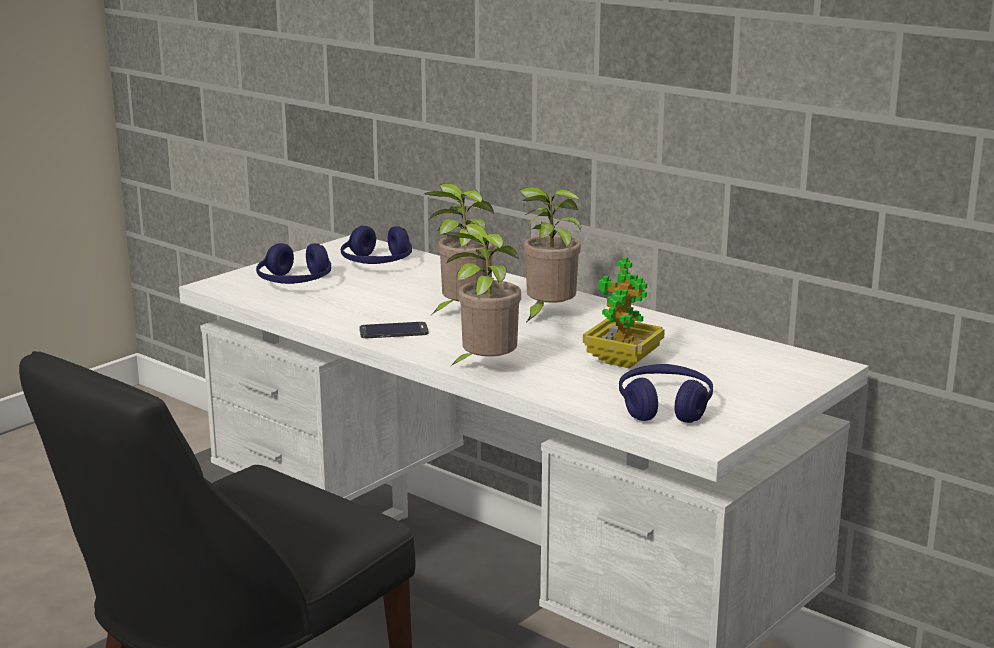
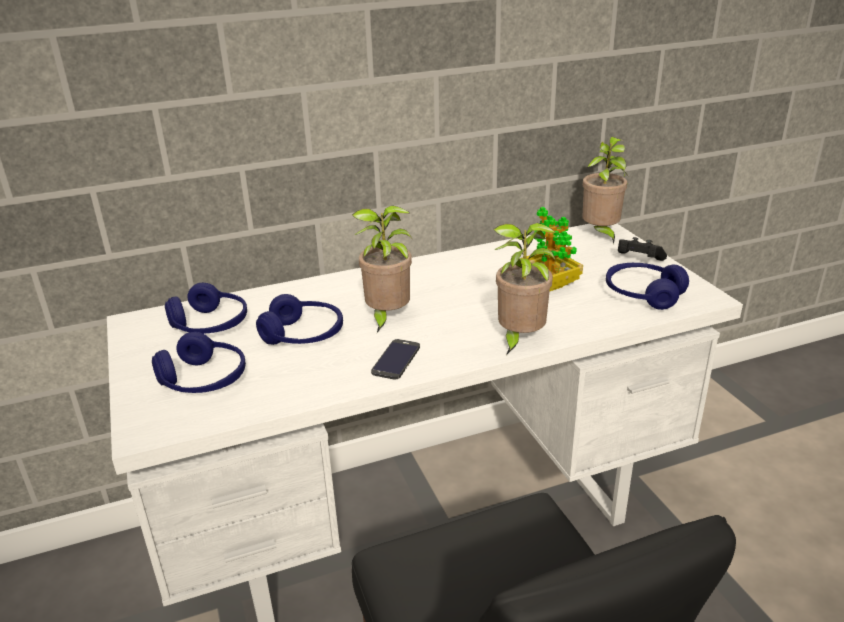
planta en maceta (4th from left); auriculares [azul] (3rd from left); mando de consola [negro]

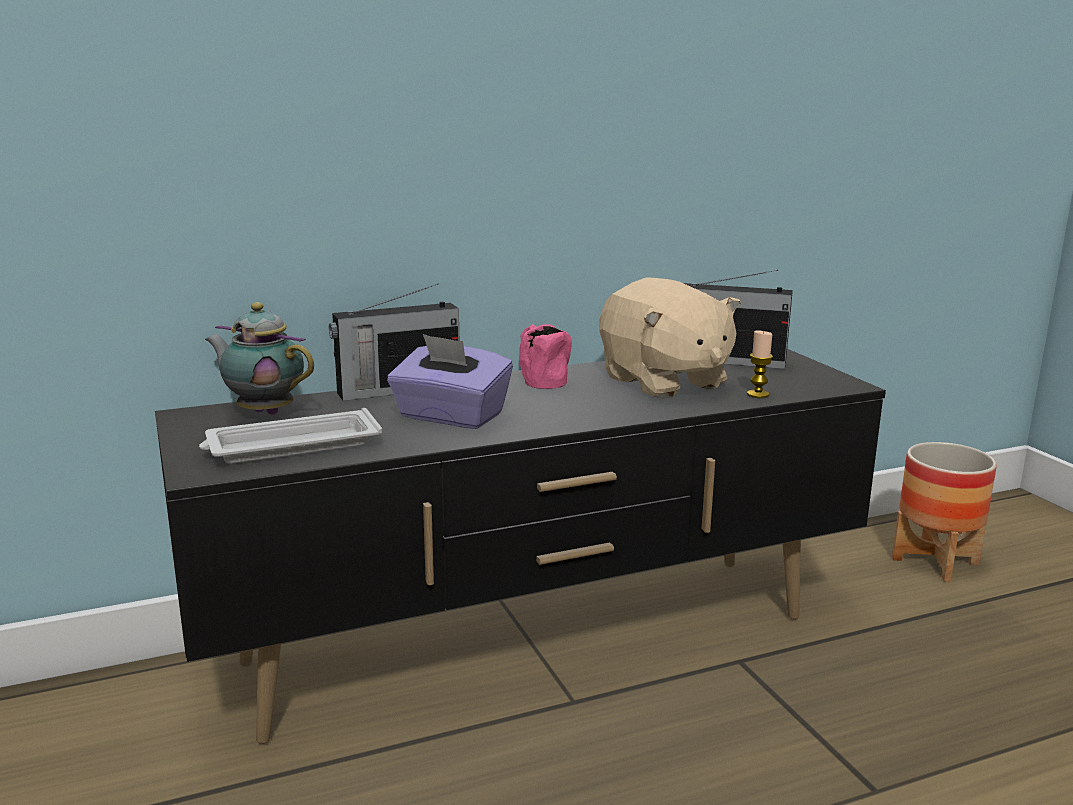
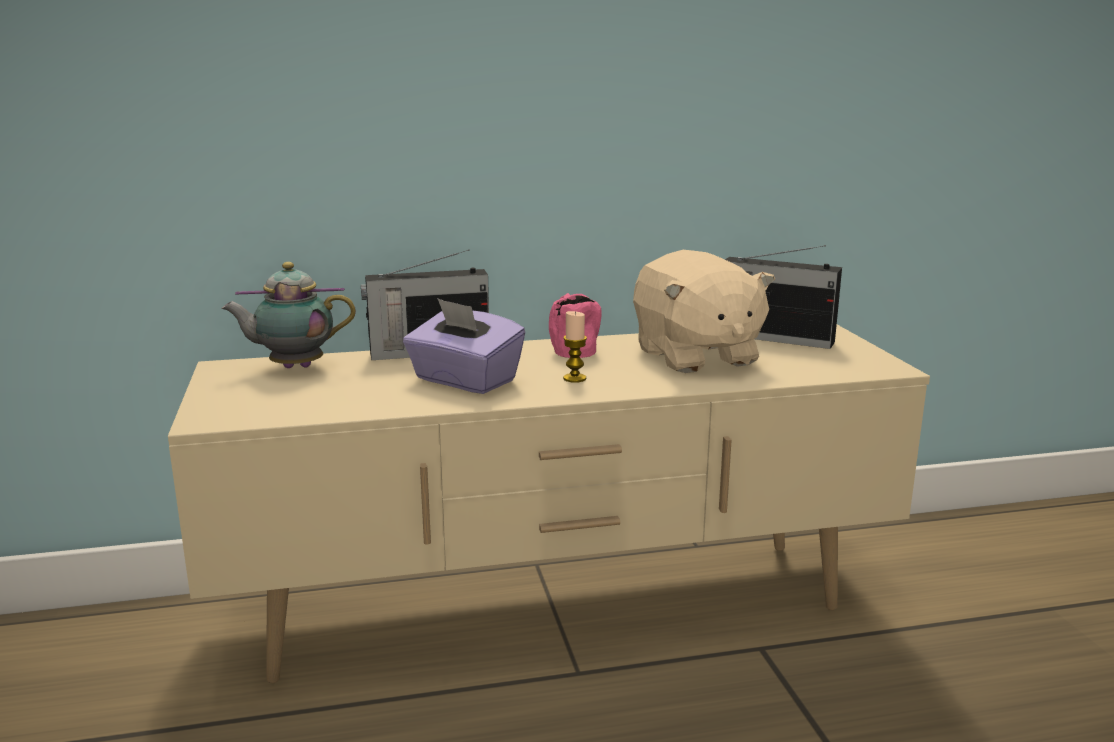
mueble de televisión [beis]; bandeja [blanco]; tetera; vela; maceta

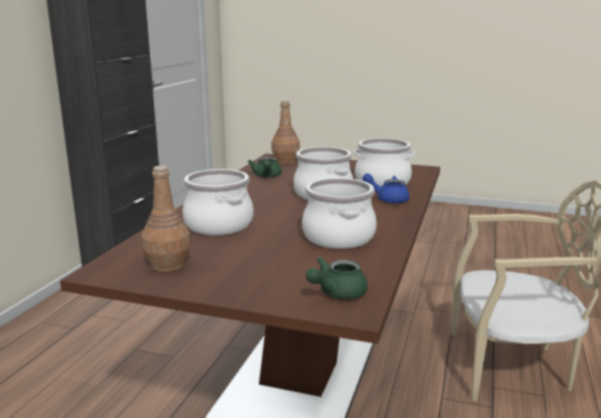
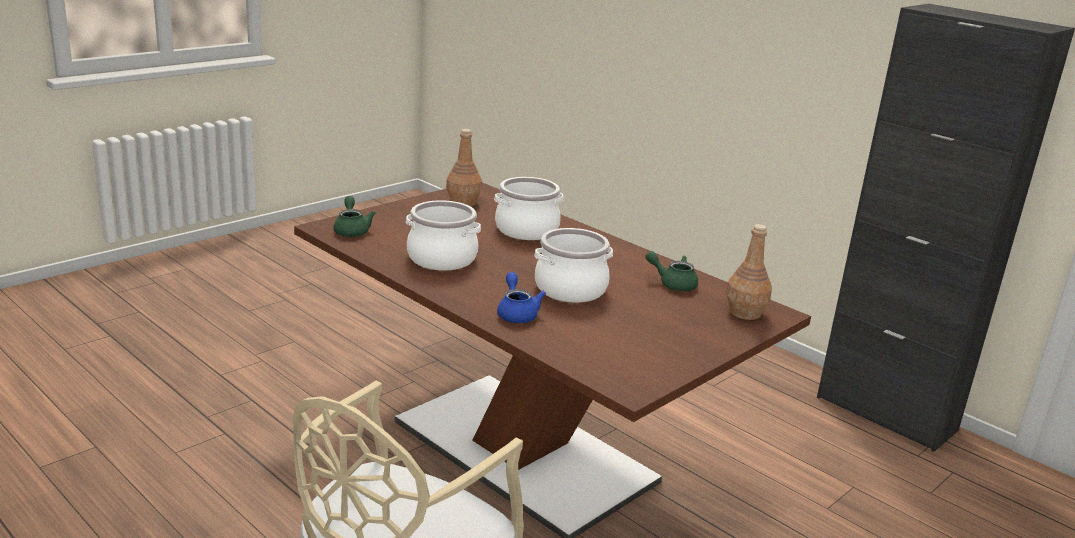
olla (4th from left in the first image); tetera [azul]

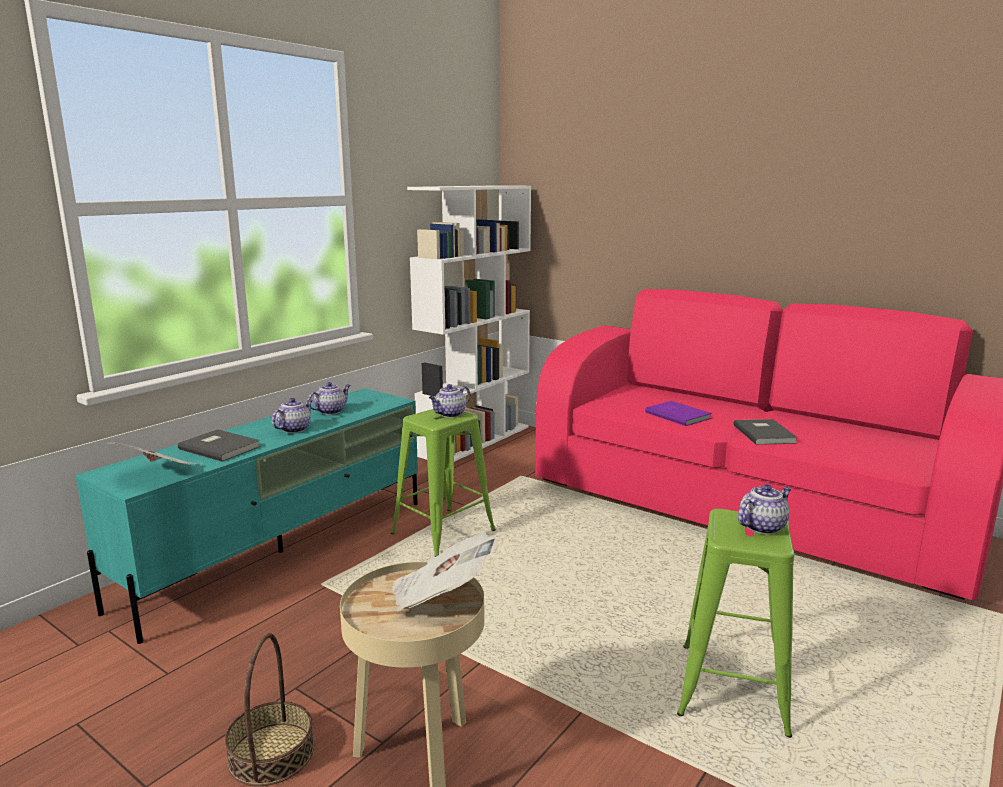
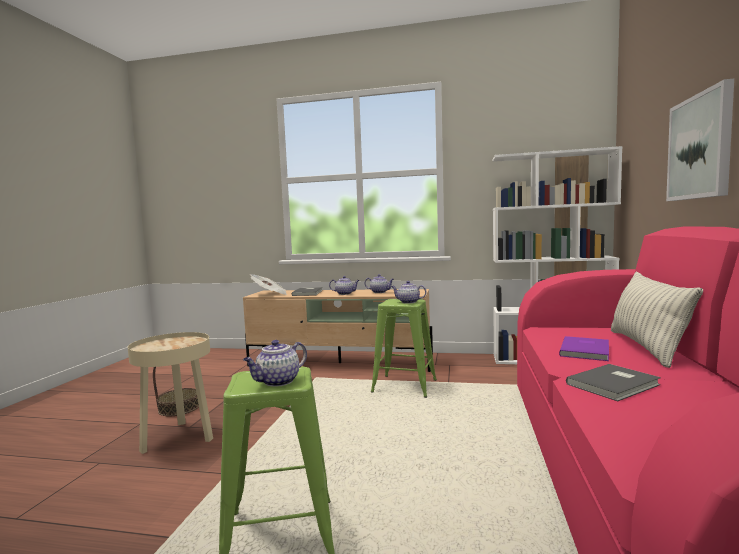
mueble de televisión [beis]; periódico (2nd from left in the first image); tetera (1st from left); cojín; cuadro

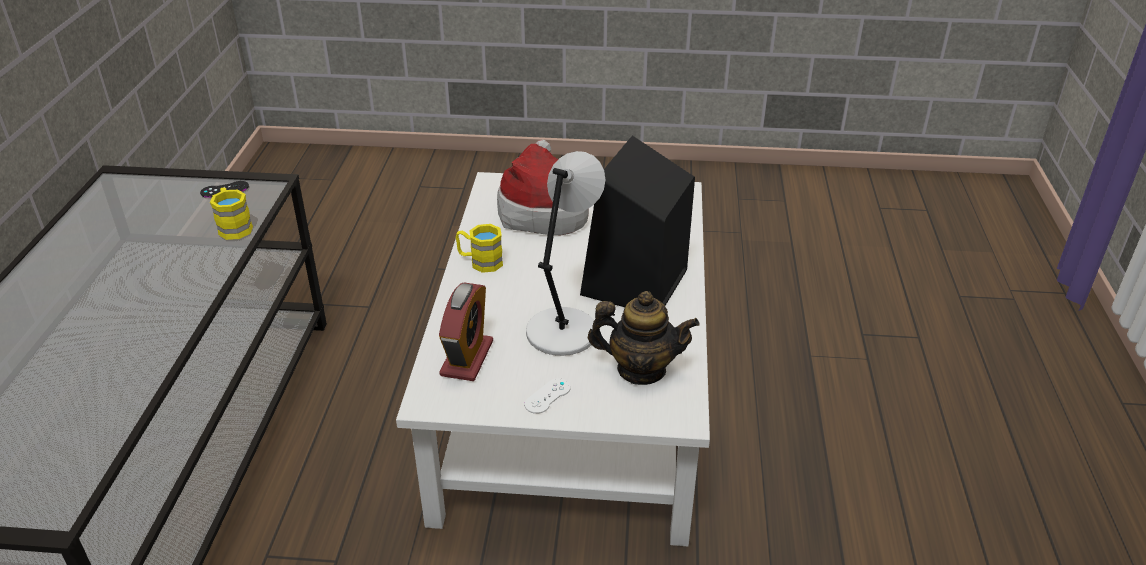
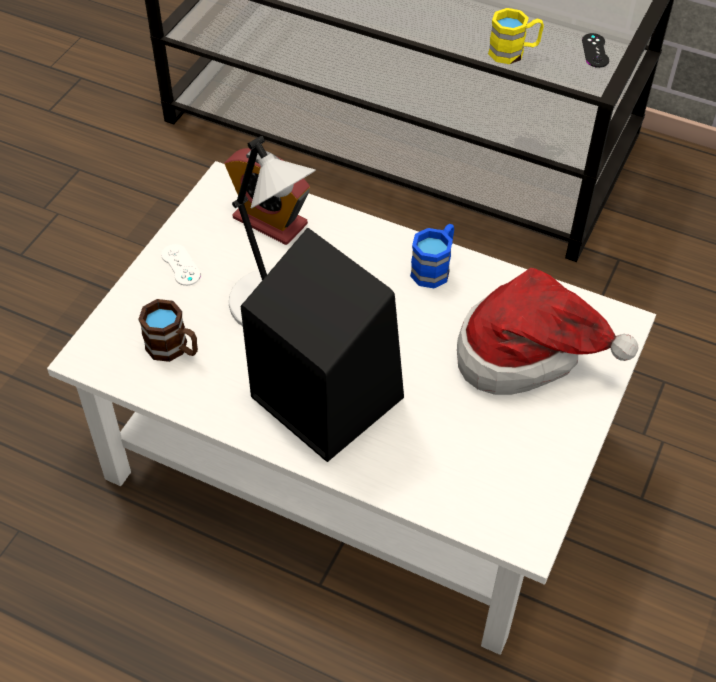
taza grande [azul]; taza grande [marrón]

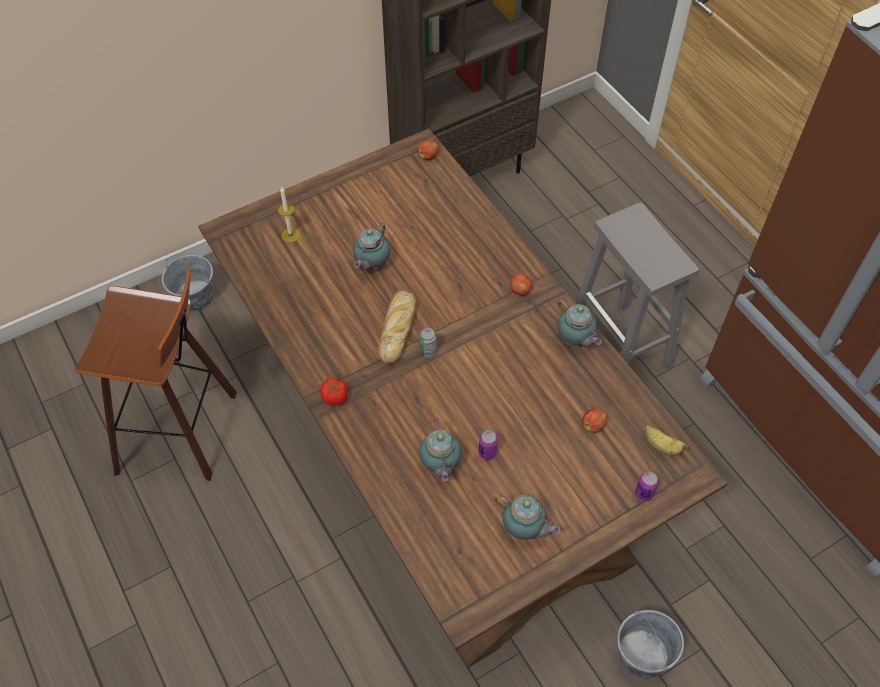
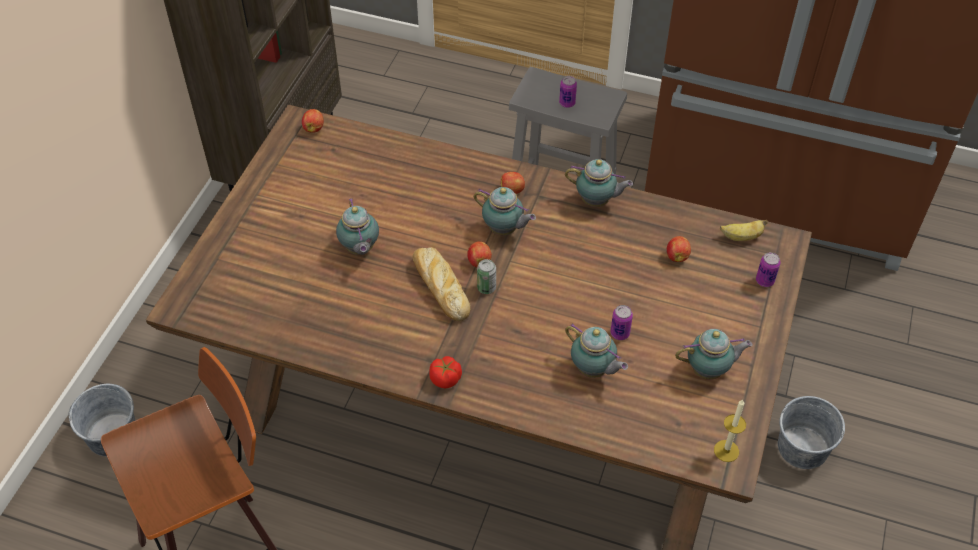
vela; manzana (2nd from left); tetera (2nd from left); lata (2nd from left)

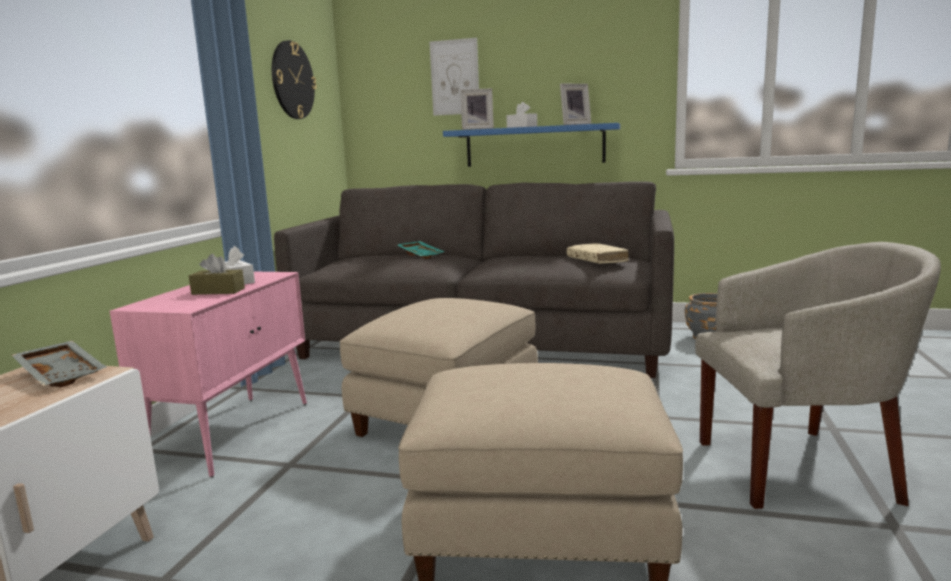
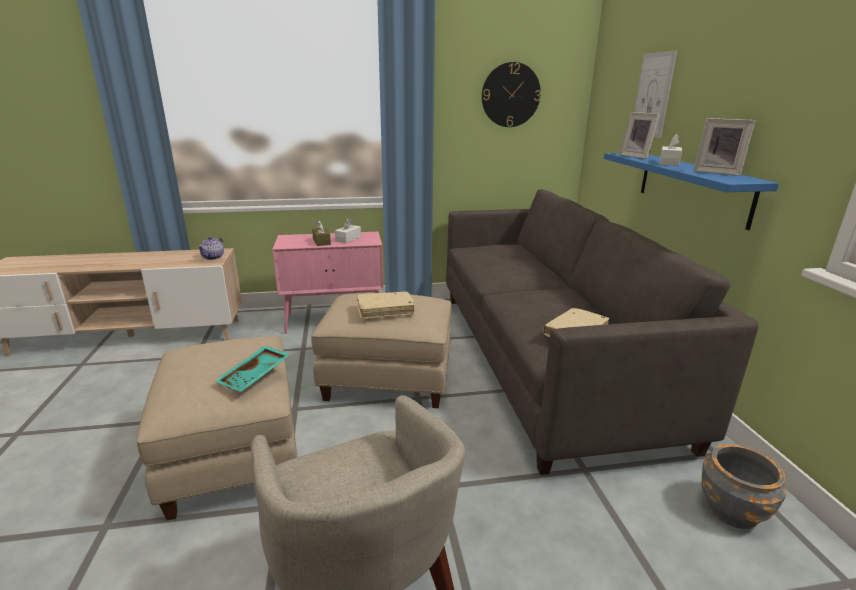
tetera; bandeja [turquesa]; libro [beis] (1st from left)

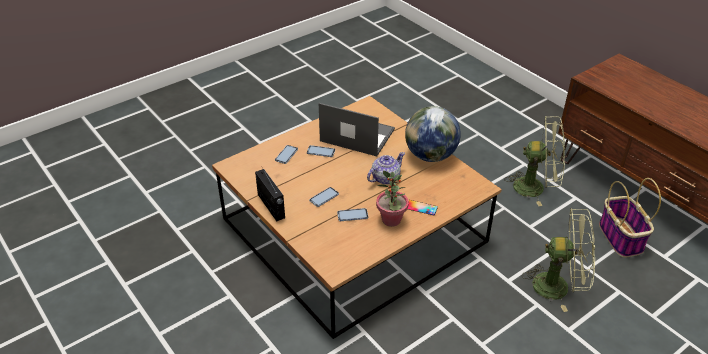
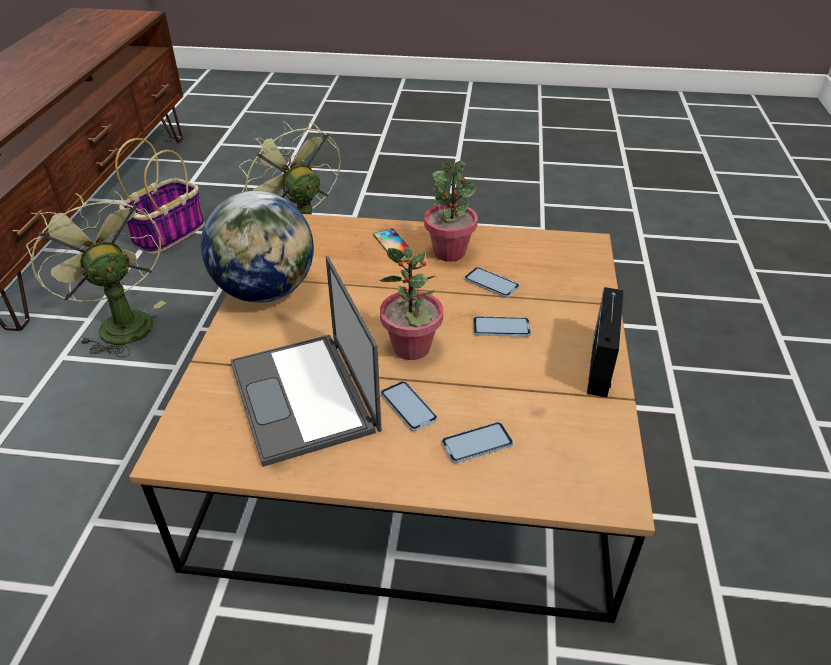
tetera; planta en maceta (1st from left)

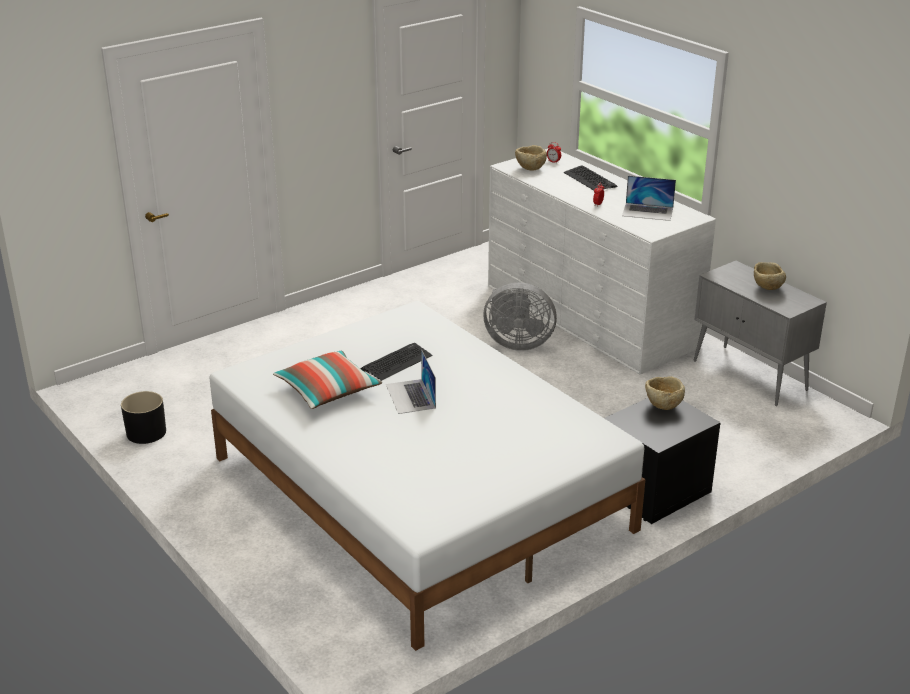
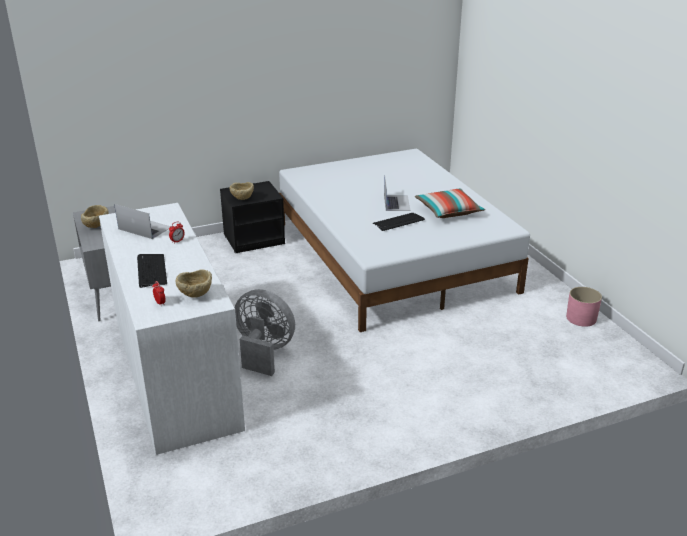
maceta [rosa]

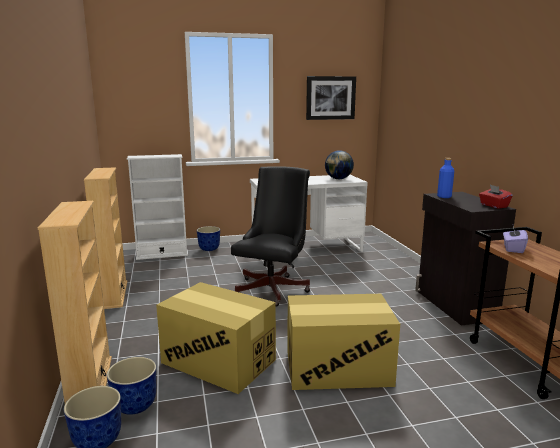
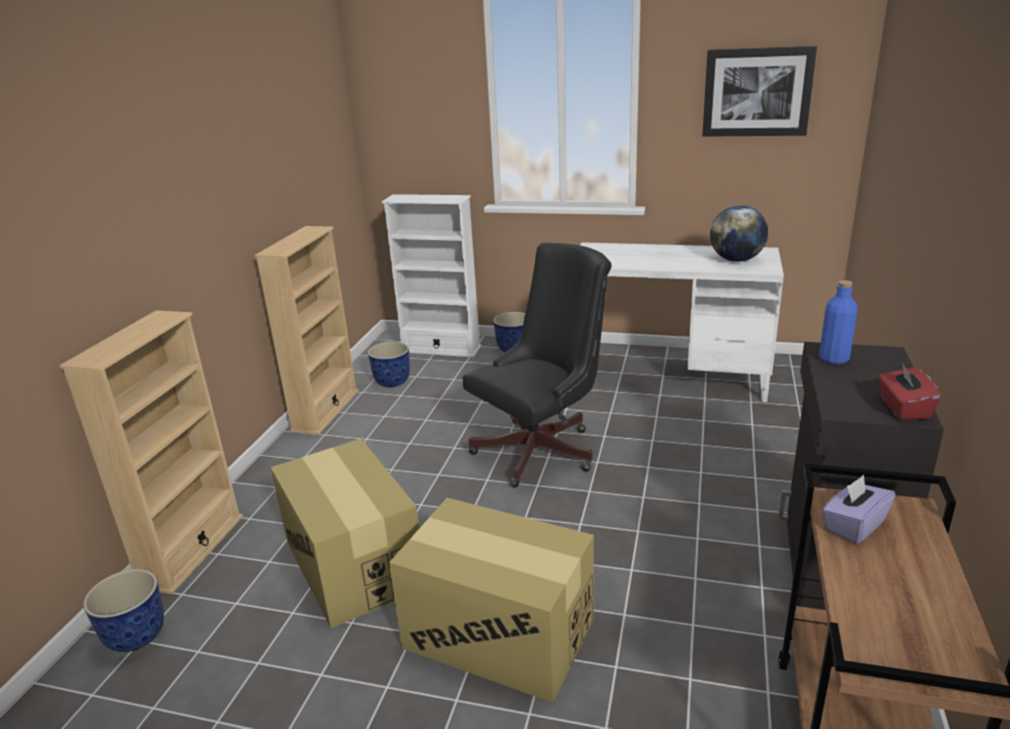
maceta (2nd from left)

